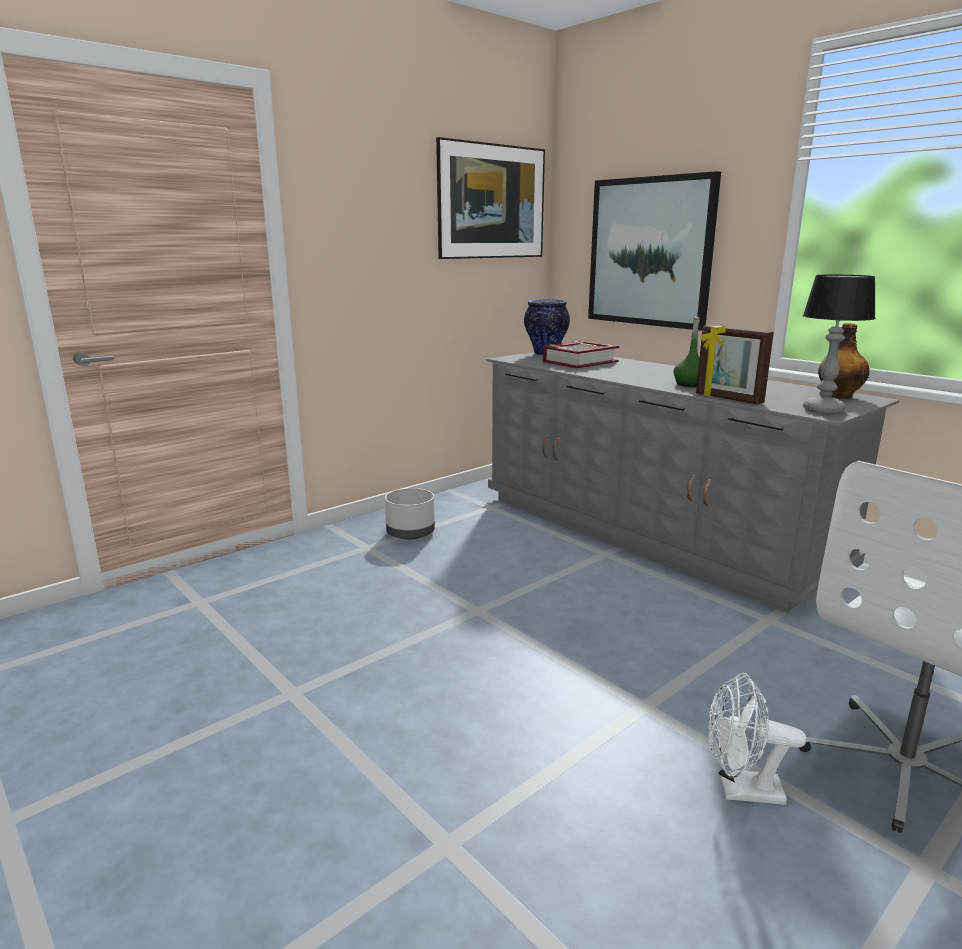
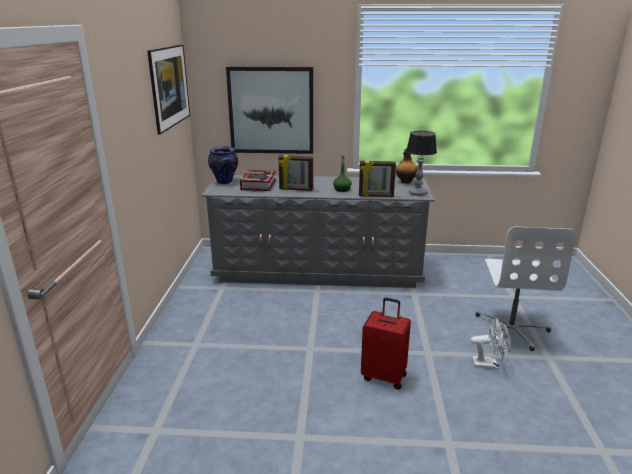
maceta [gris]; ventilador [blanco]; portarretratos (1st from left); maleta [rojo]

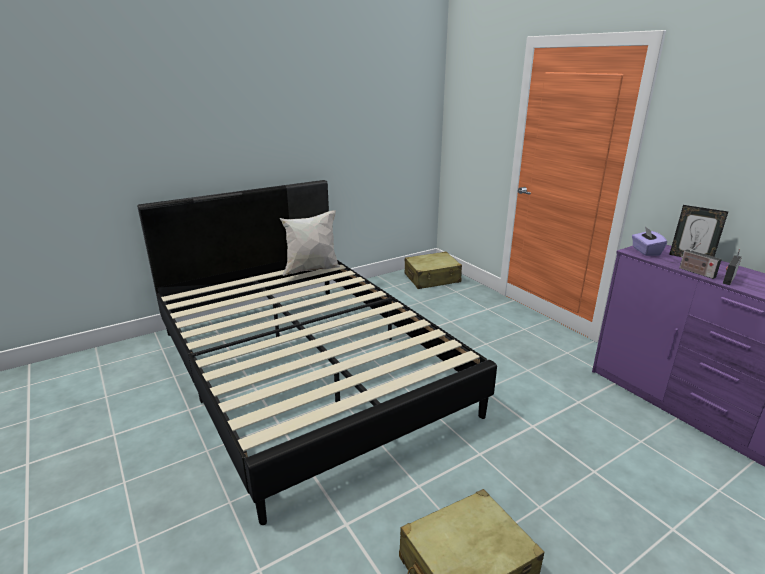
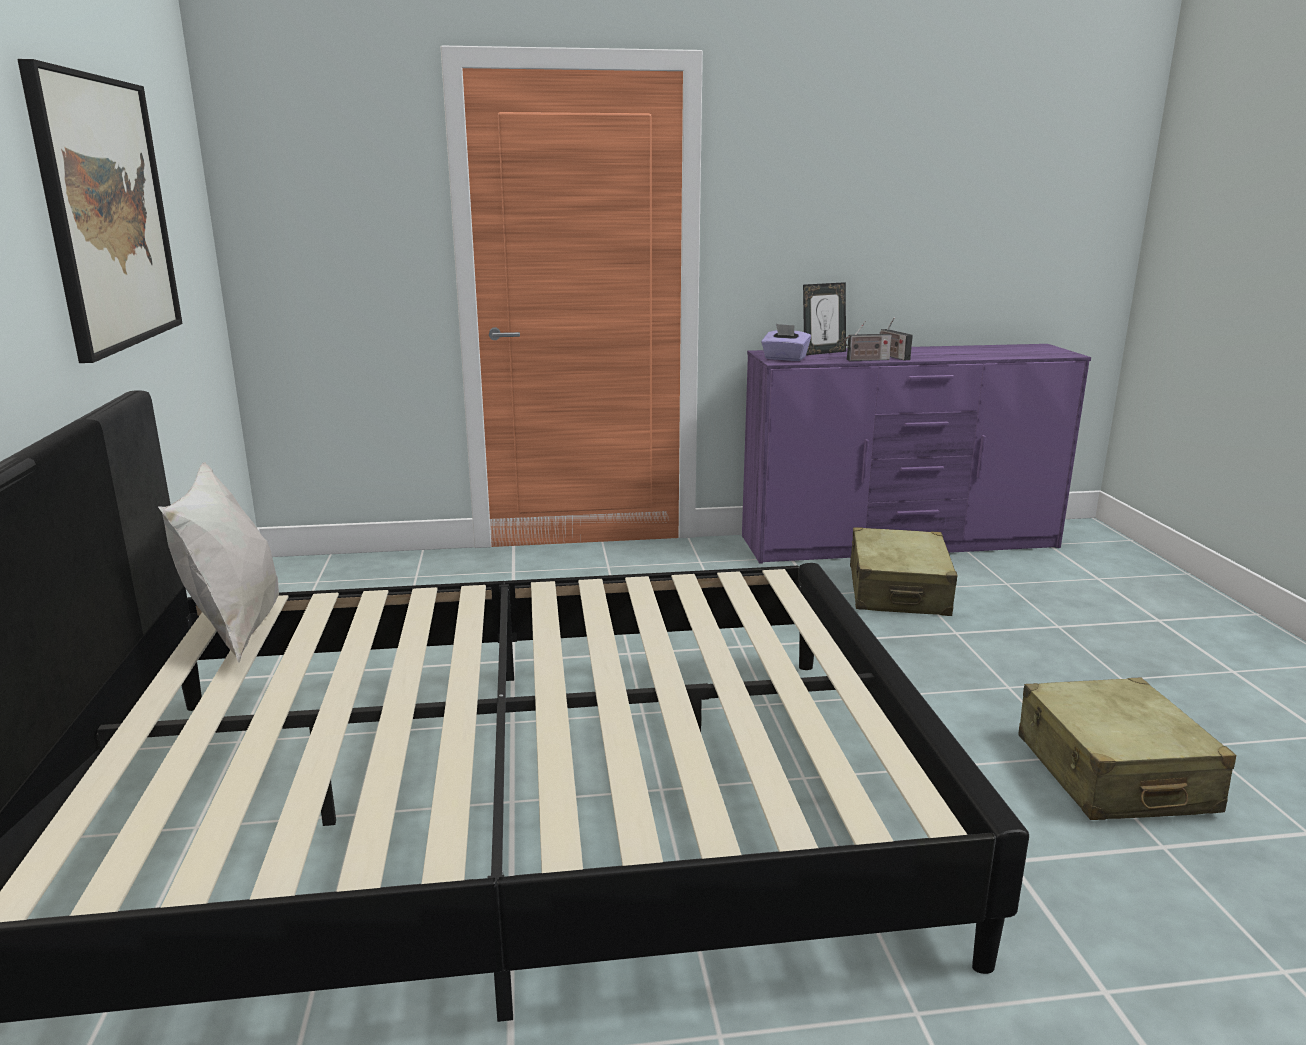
maleta [beis] (1st from left); cuadro

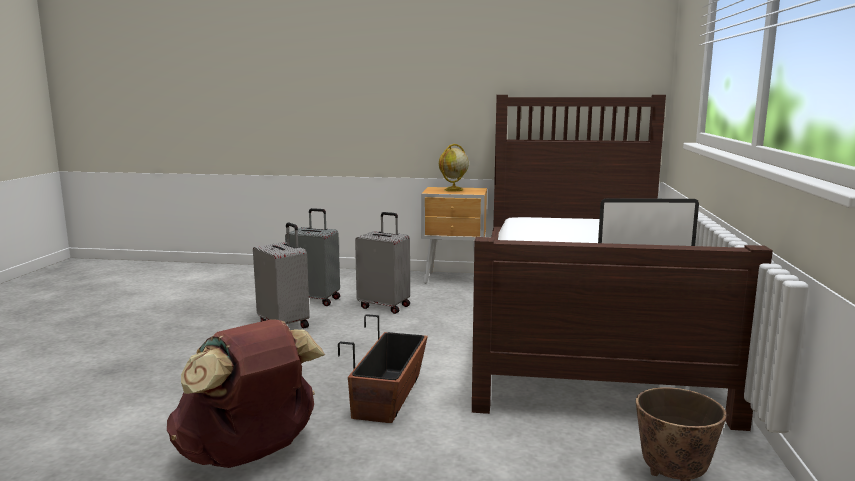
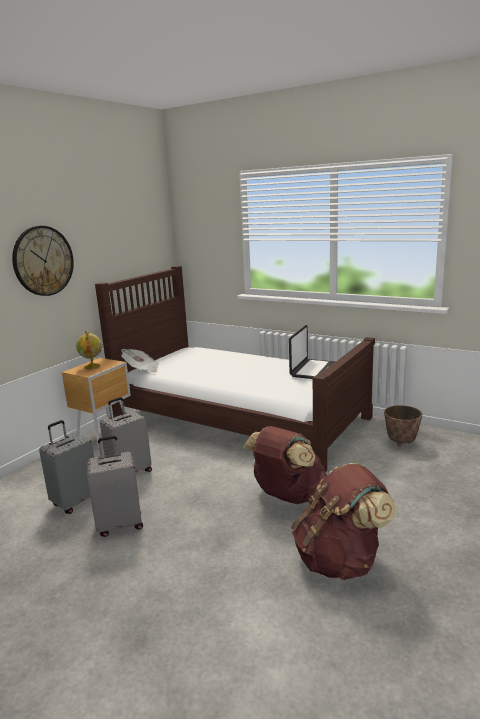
mochila [marrón] (1st from left); reloj de pared; periódico

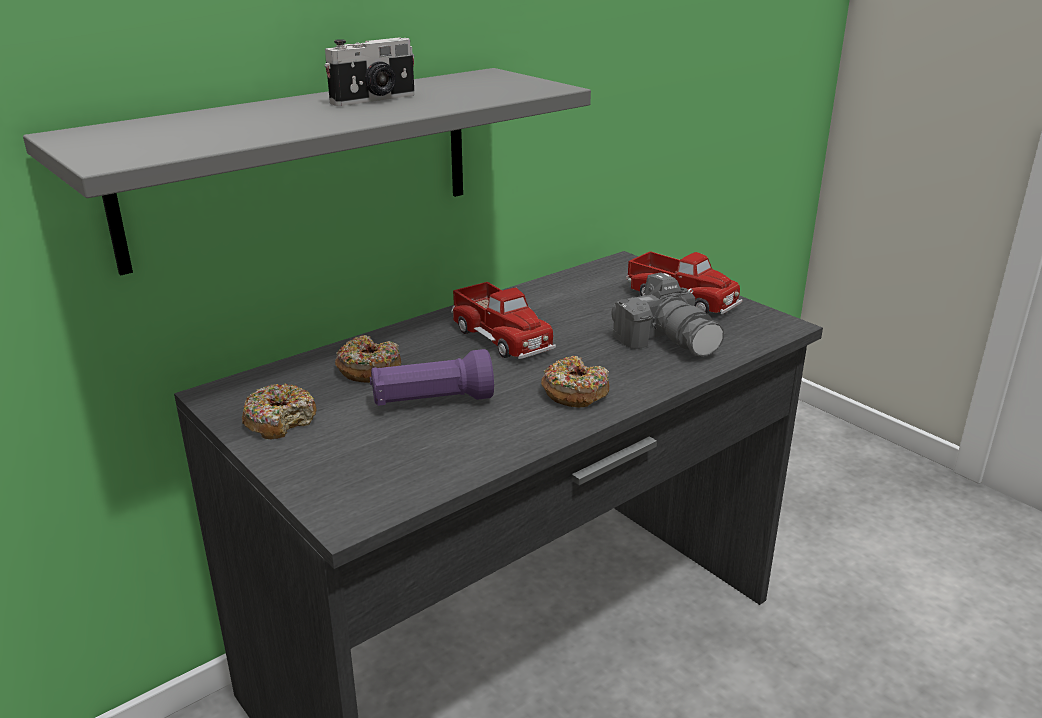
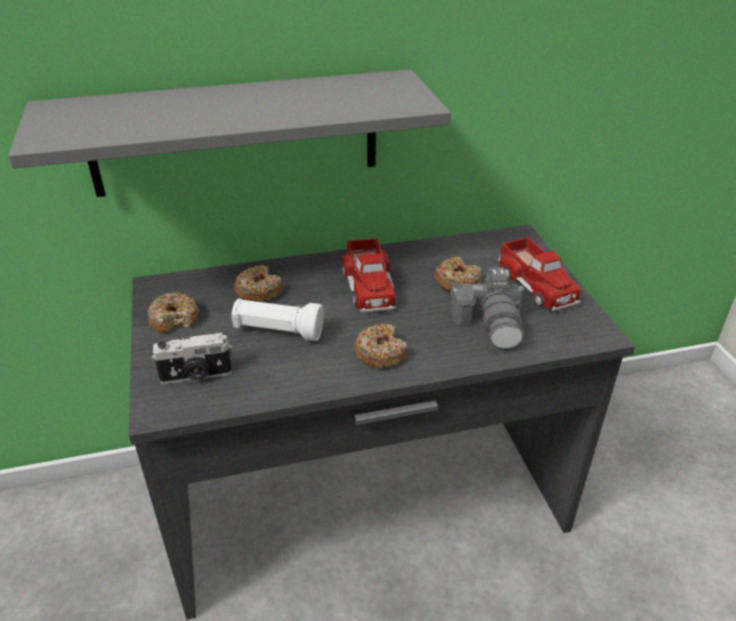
cámara (1st from left); linterna [blanco]; rosquilla (4th from left)

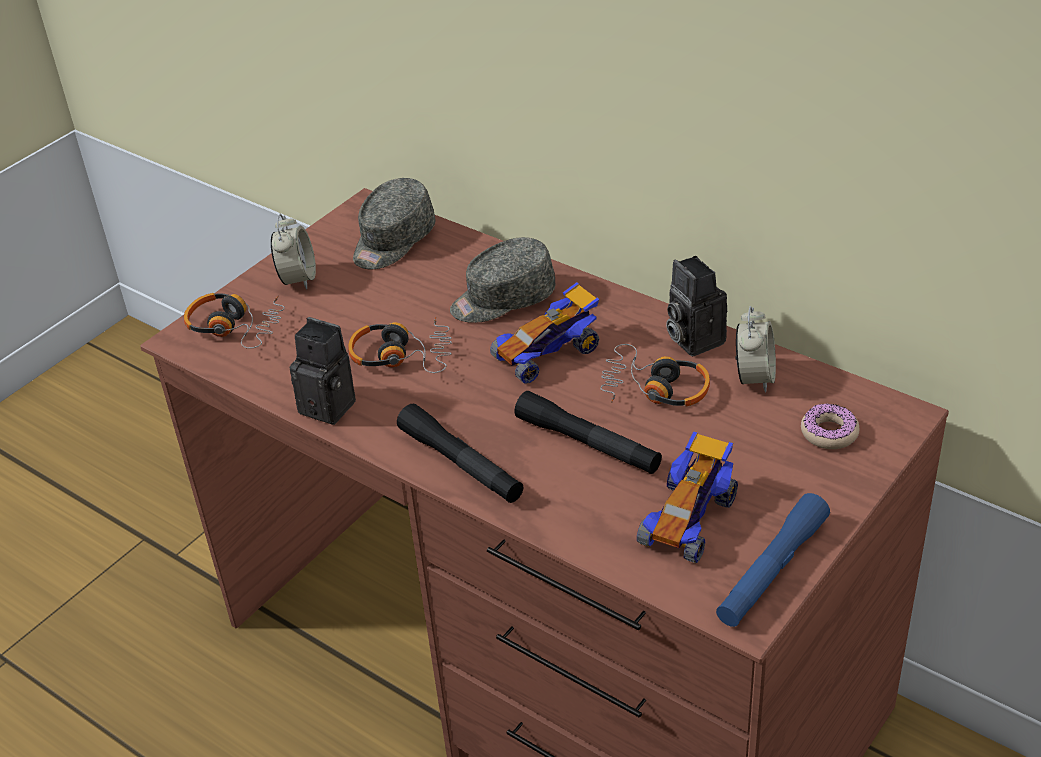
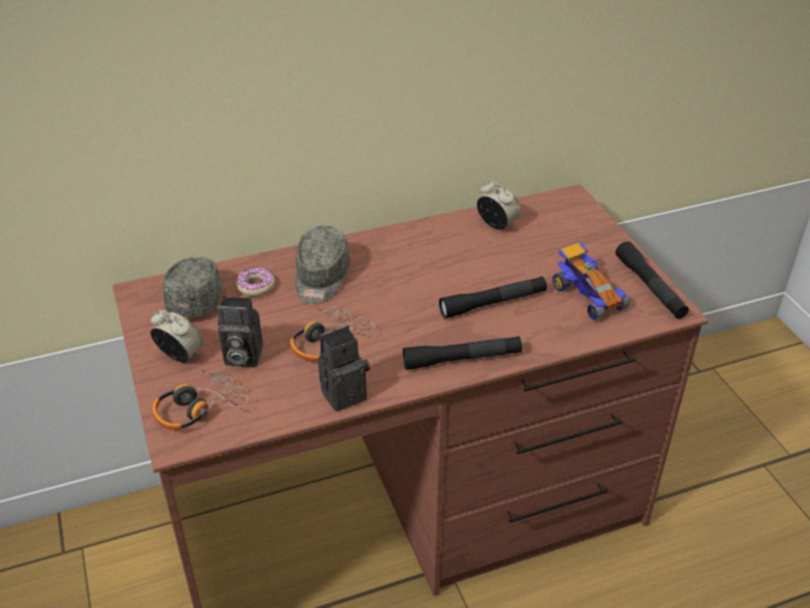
gorra [gris] (1st from left); coche de juguete (1st from left in the first image); auriculares (3rd from left in the first image); cámara (1st from left); linterna [negro] (3rd from left); rosquilla

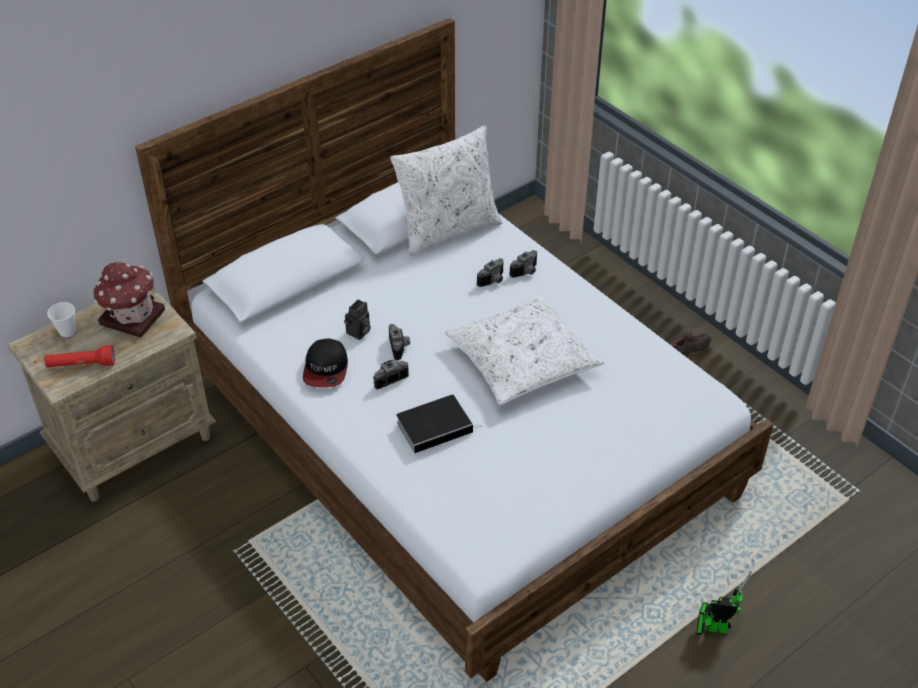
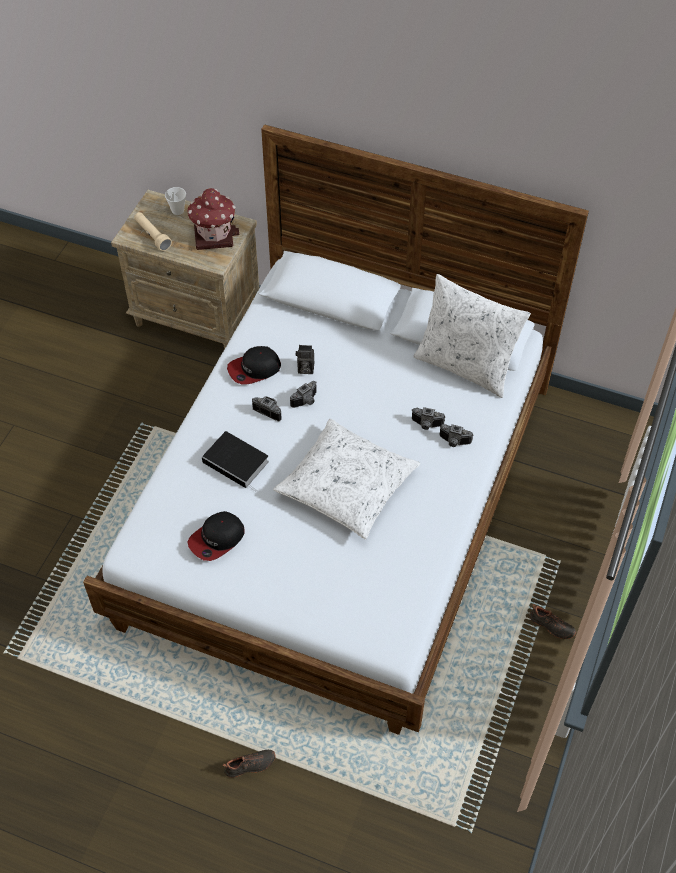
linterna [beis]; zapato [negro] (1st from left); gorra (1st from left)

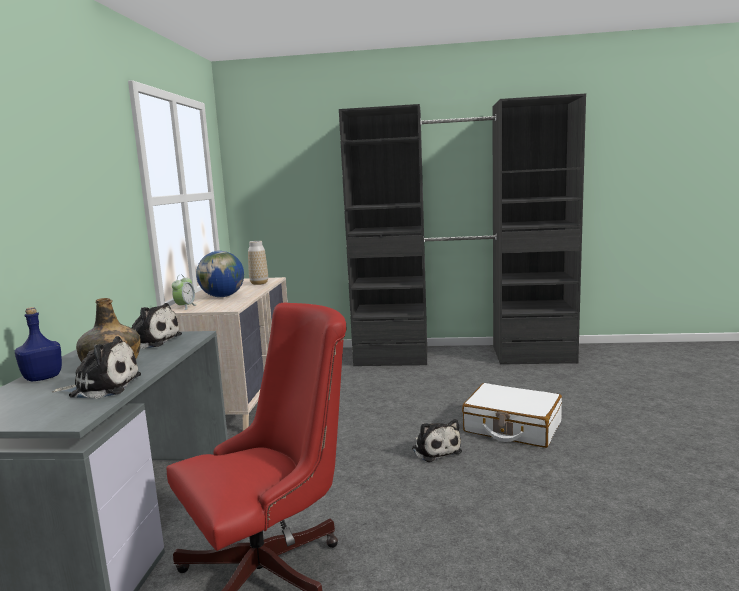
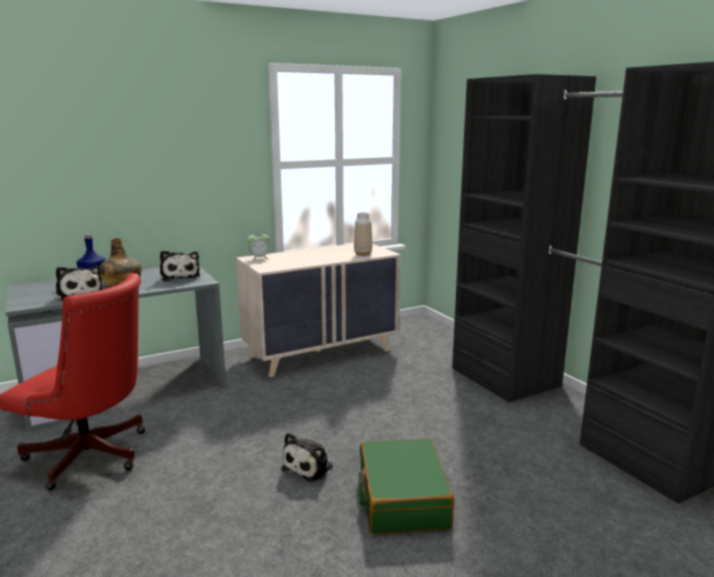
globo terráqueo; maleta [verde]

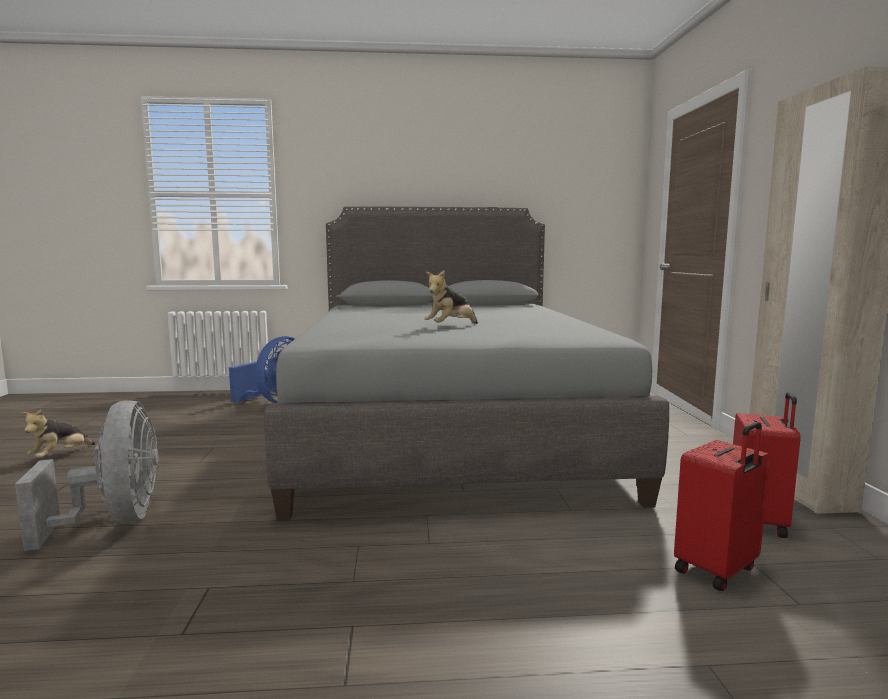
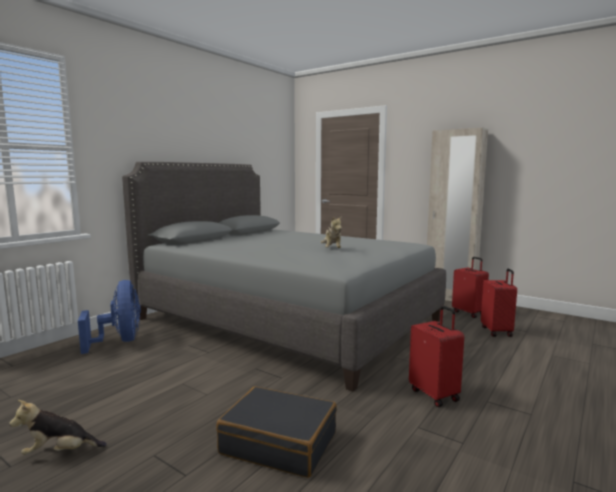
maleta [negro]; peluche (1st from left); maleta [rojo] (1st from left)

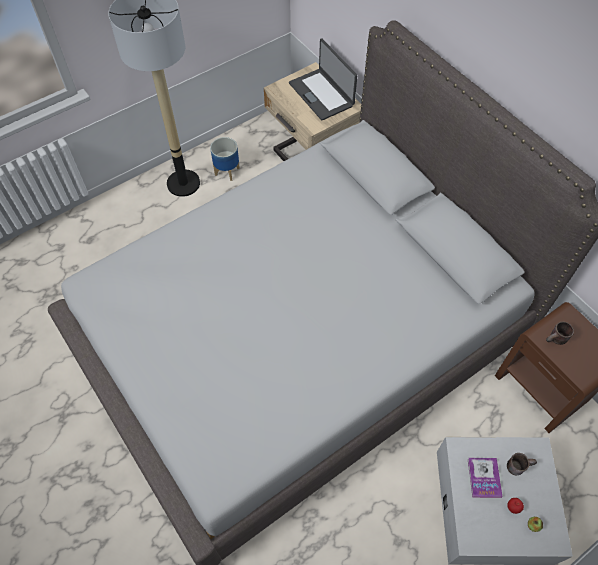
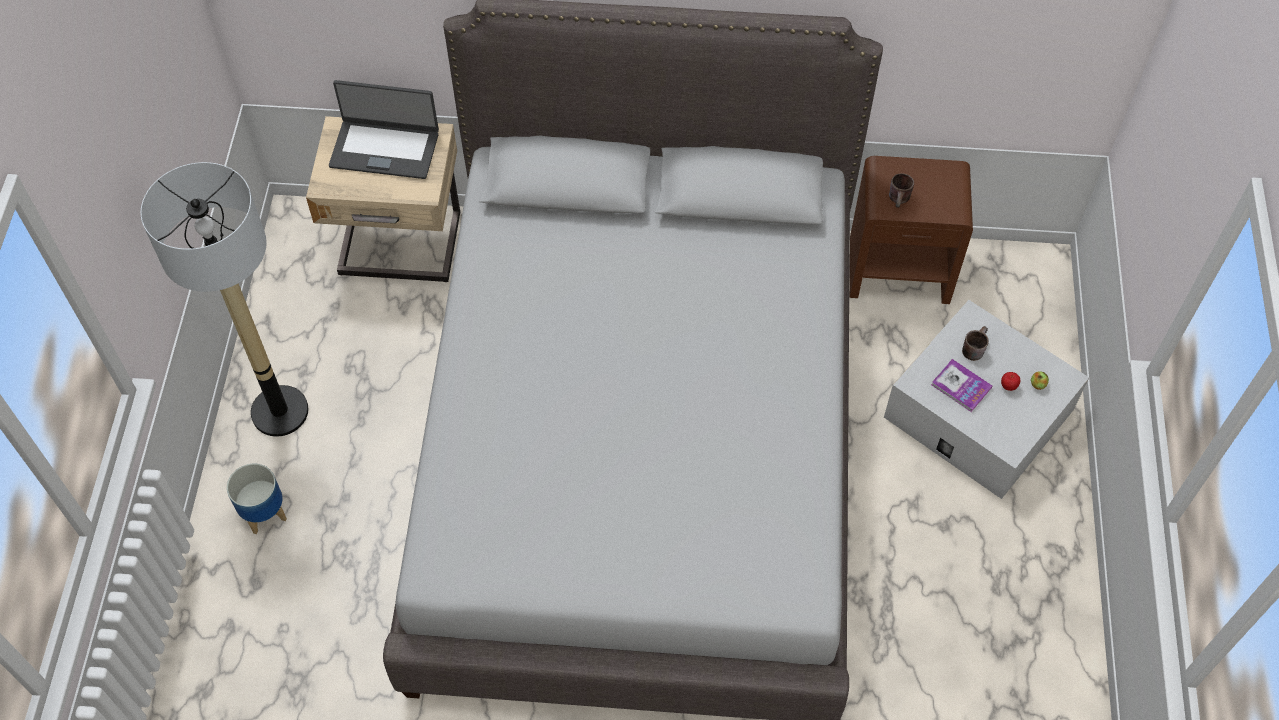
maceta

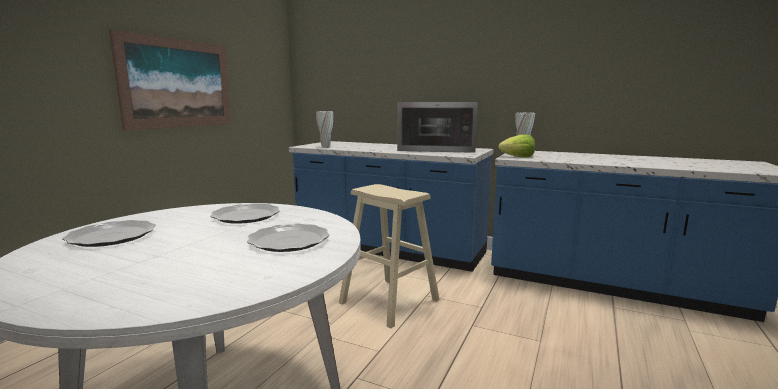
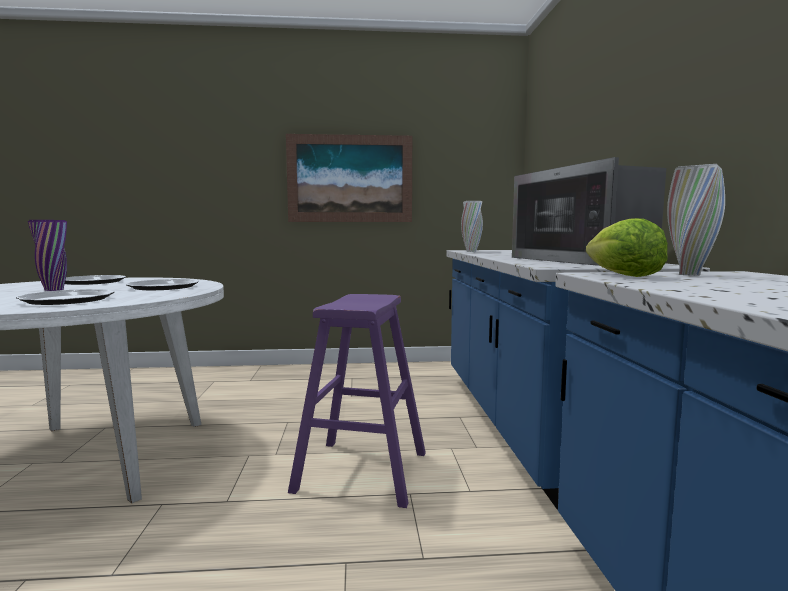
taburete [morado]; florero [morado]

